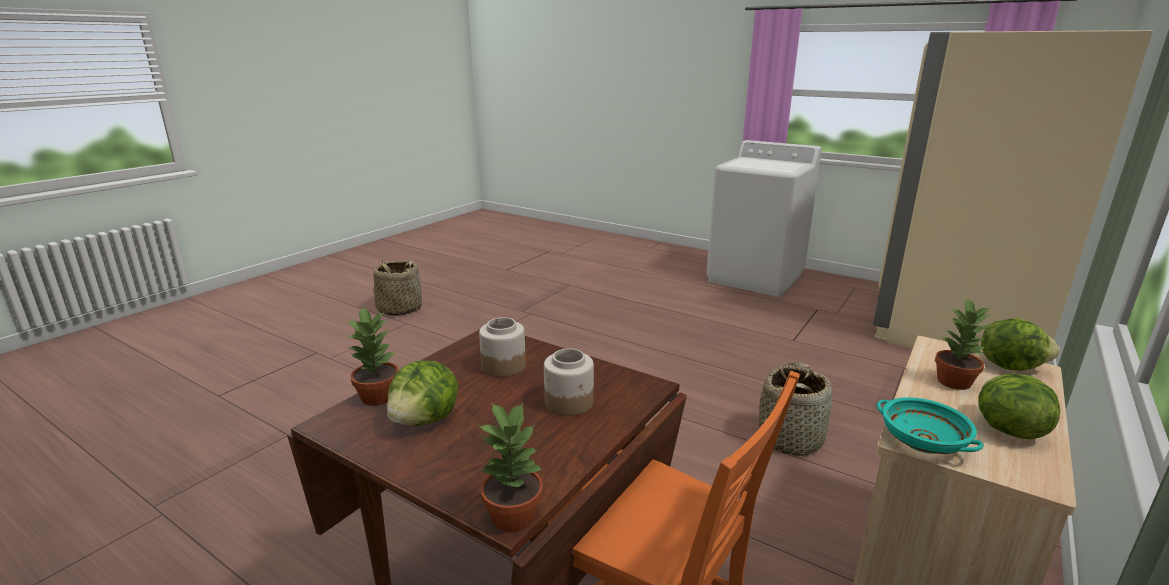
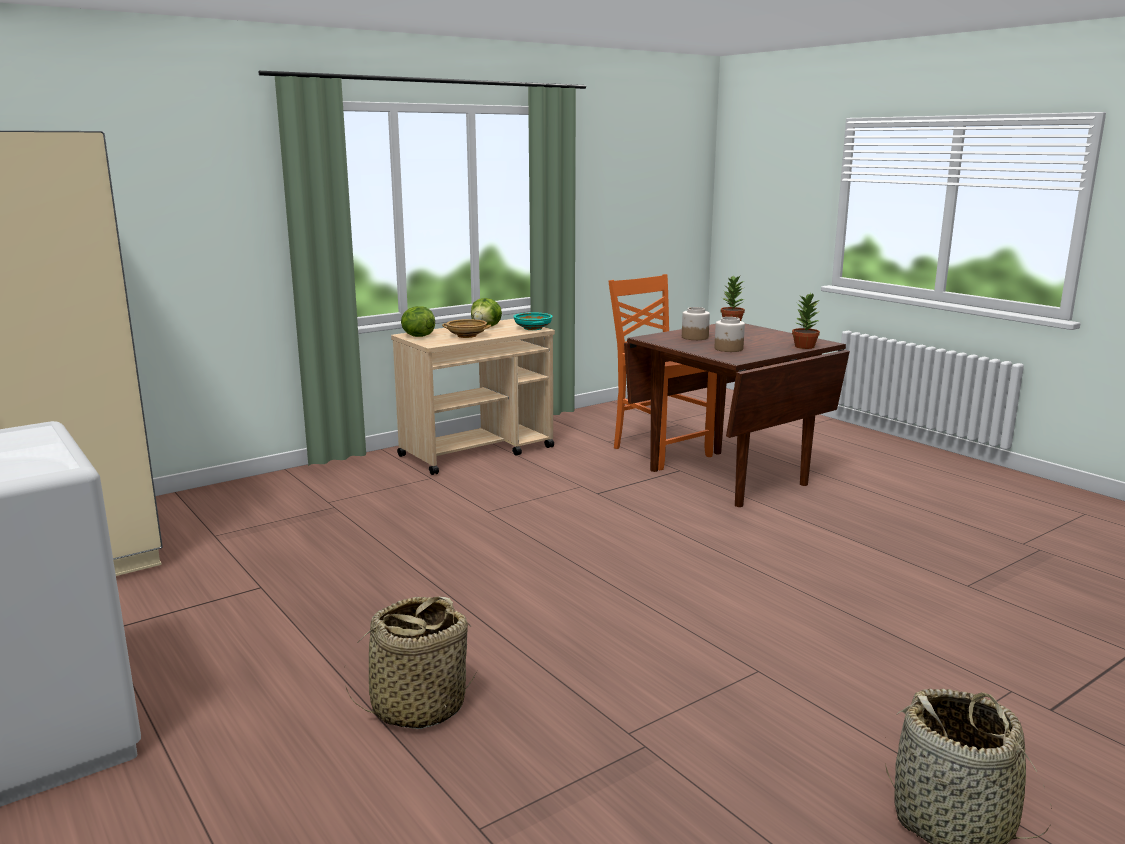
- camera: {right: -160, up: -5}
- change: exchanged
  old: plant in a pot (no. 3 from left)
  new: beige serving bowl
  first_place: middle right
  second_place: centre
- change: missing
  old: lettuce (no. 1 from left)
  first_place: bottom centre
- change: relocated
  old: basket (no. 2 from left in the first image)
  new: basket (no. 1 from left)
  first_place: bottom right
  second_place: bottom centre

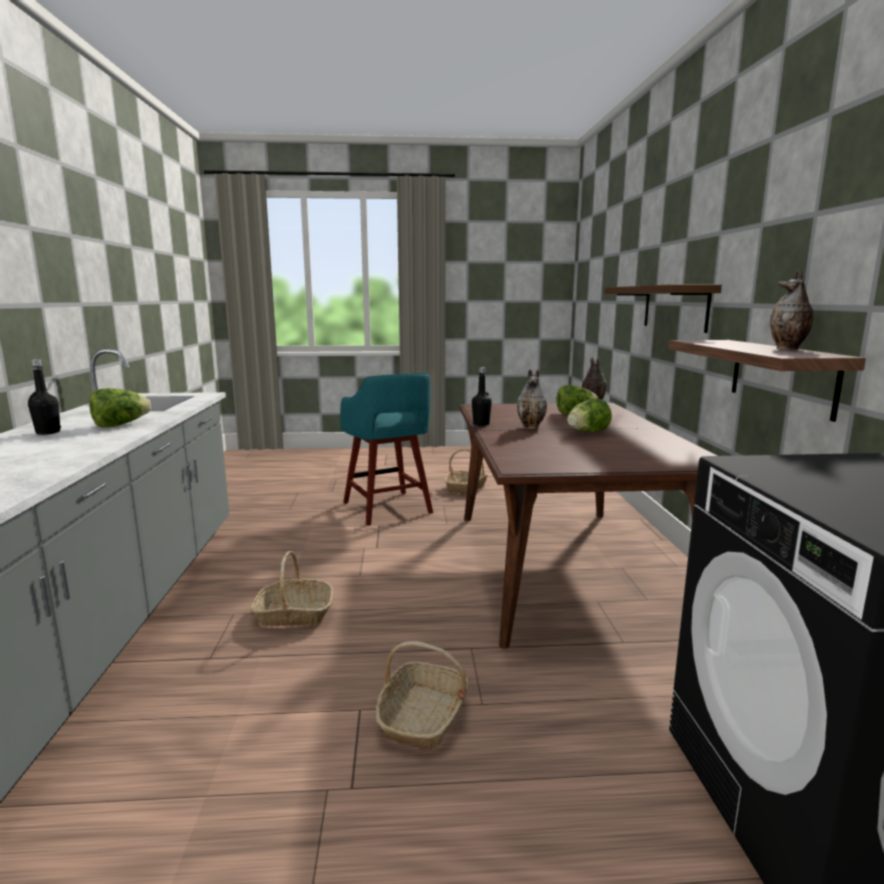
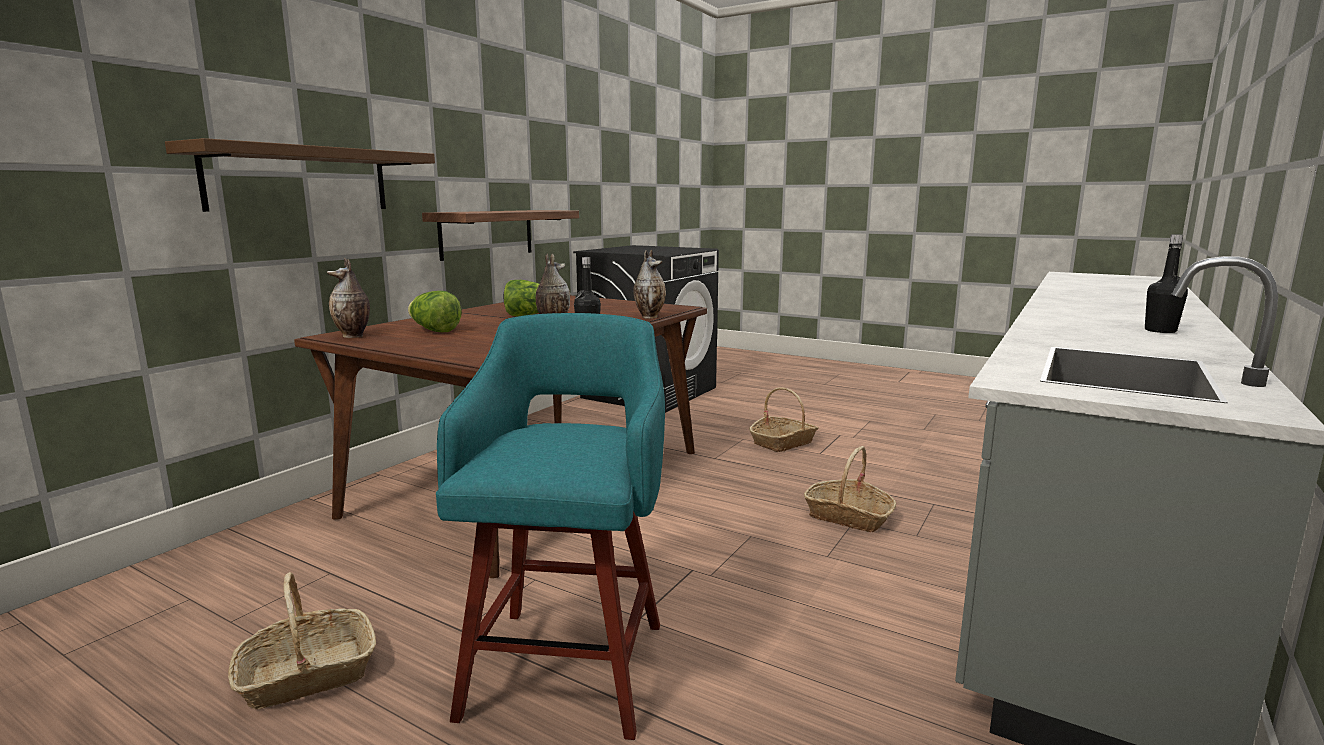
- camera: {right: -145, up: 0}
- change: relocated
  old: vase (no. 3 from left)
  first_place: middle right
  second_place: centre
- change: missing
  old: lettuce (no. 1 from left)
  first_place: middle left

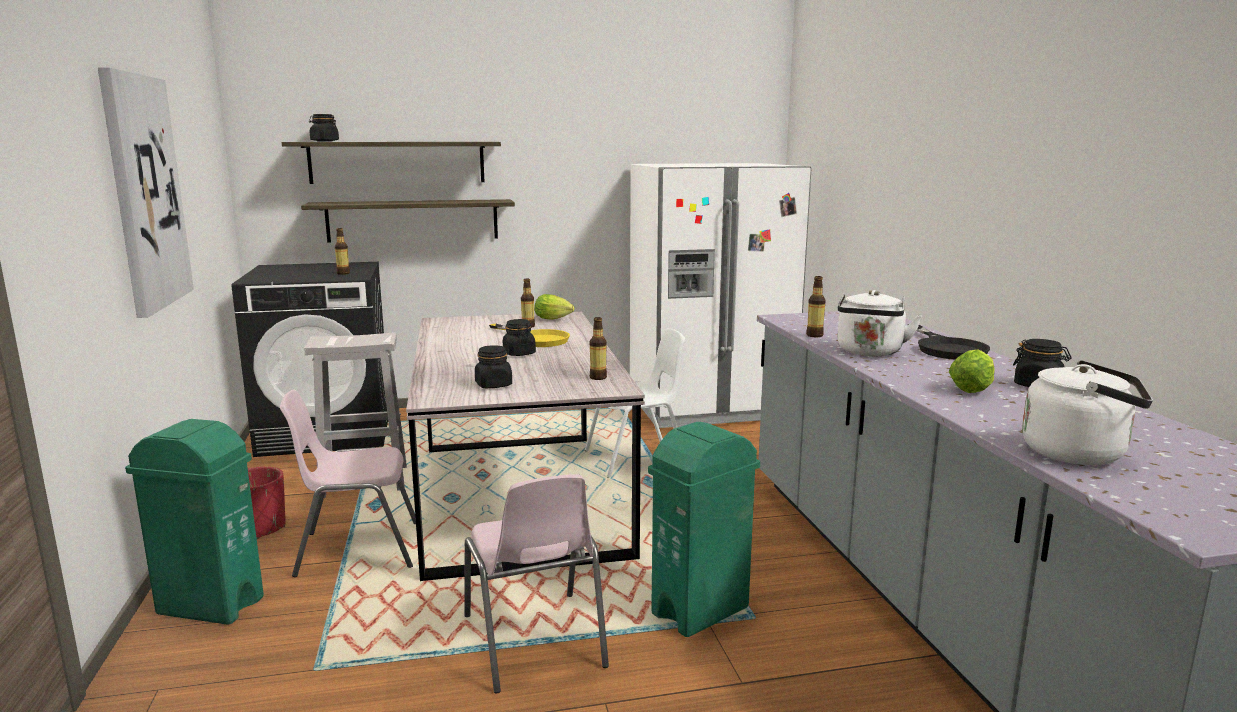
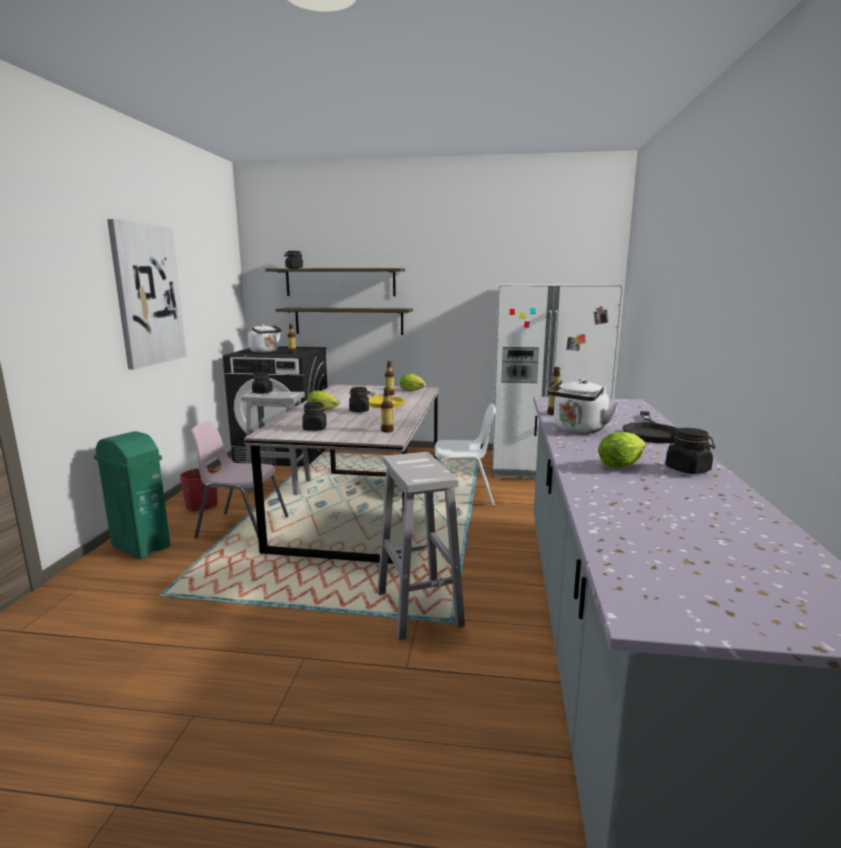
- camera: {right: 20, up: 0}
- change: relocated
  old: white water kettle (no. 2 from left in the first image)
  new: white water kettle (no. 1 from left)
  first_place: middle right
  second_place: middle left
- change: exchanged
  old: greenish waste bin (no. 2 from left)
  new: white stool seat (no. 2 from left)
  first_place: bottom centre
  second_place: centre
- change: missing
  old: pink plain chair (no. 2 from left)
  first_place: bottom centre
- change: appeared
  new: black jar (no. 1 from left)
  second_place: middle left
- change: appeared
  new: lettuce (no. 1 from left)
  second_place: centre

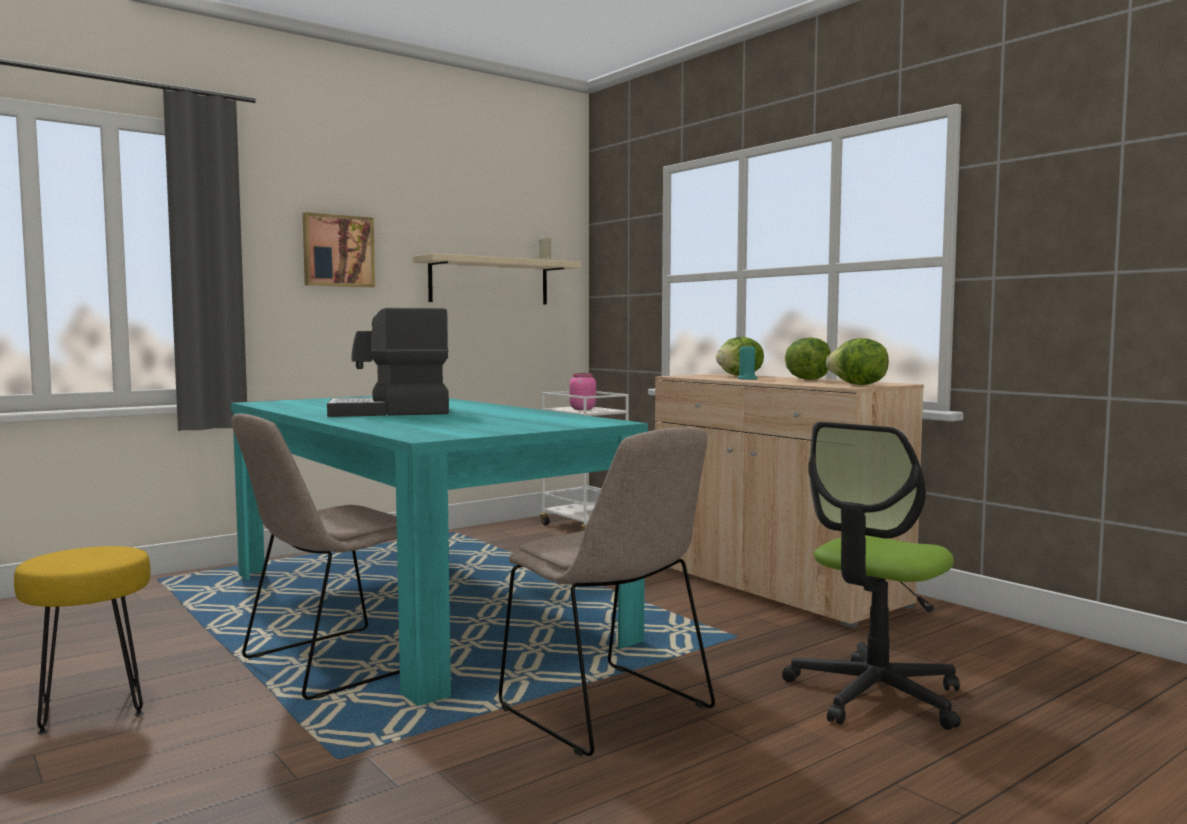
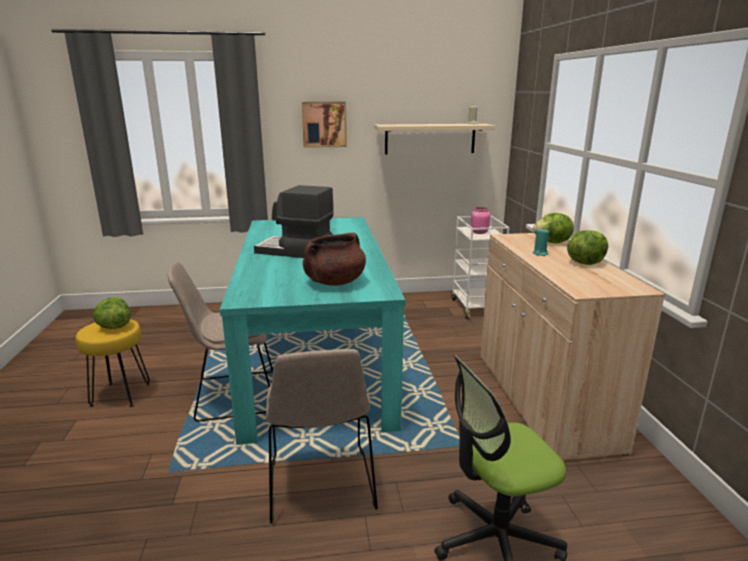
- camera: {right: 30, up: 15}
- change: relocated
  old: lettuce (no. 3 from left in the first image)
  new: lettuce (no. 1 from left)
  first_place: middle right
  second_place: middle left
- change: appeared
  new: brown saucepot
  second_place: centre

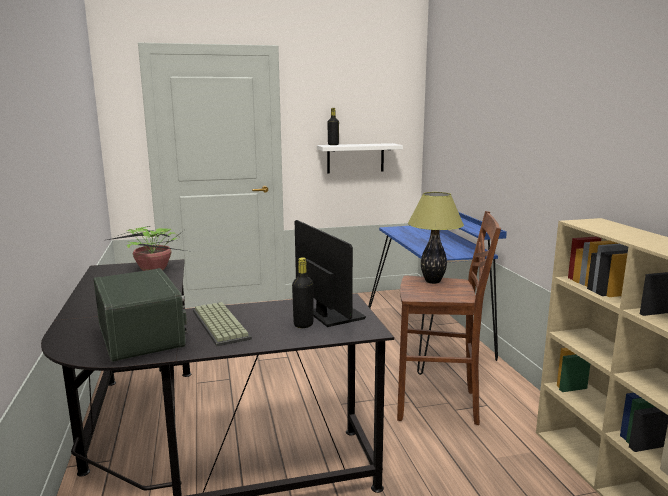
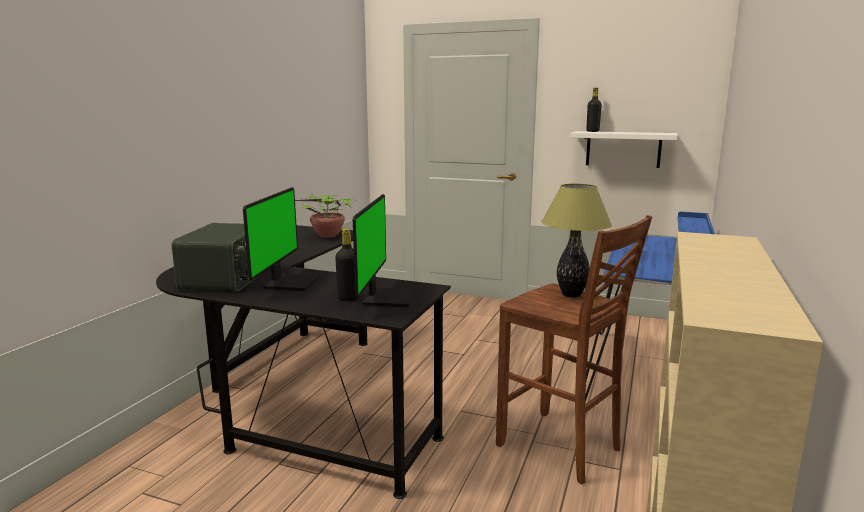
- camera: {right: 35, up: 0}
- change: exchanged
  old: PC keyboard
  new: computer display (no. 1 from left)
  first_place: middle left
  second_place: middle left

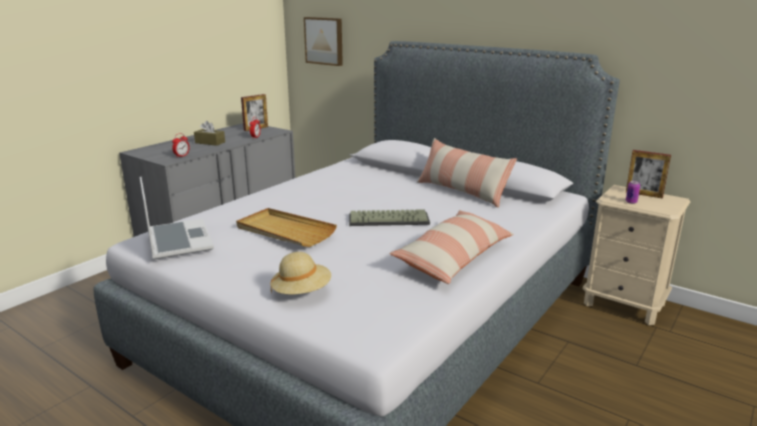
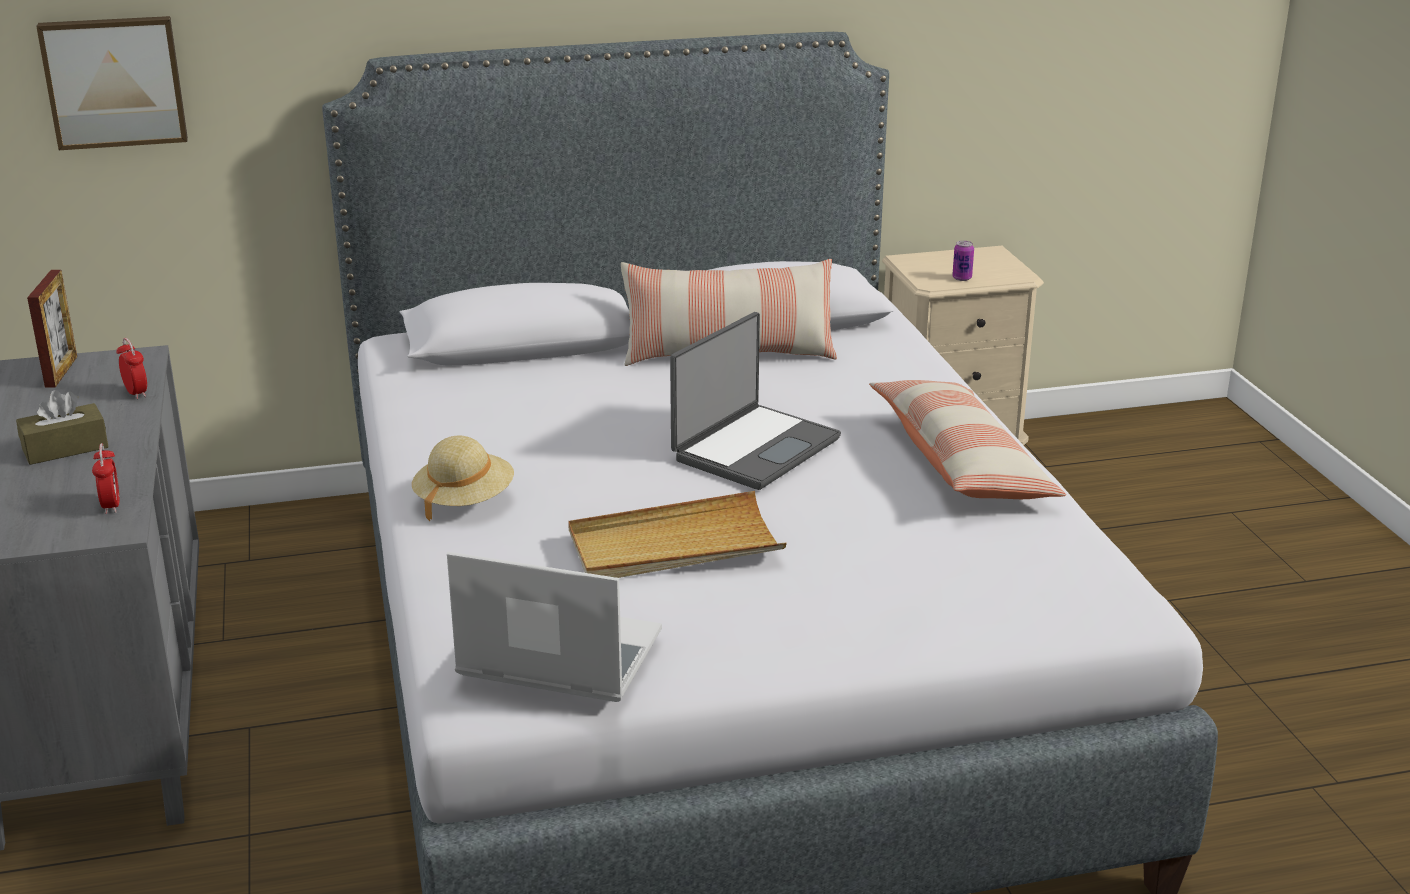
- camera: {right: -50, up: 5}
- change: missing
  old: photo frame (no. 2 from left)
  first_place: middle right
- change: exchanged
  old: PC keyboard
  new: notebook computer (no. 2 from left)
  first_place: centre
  second_place: centre
- change: relocated
  old: beige wearable hat
  first_place: centre
  second_place: middle left

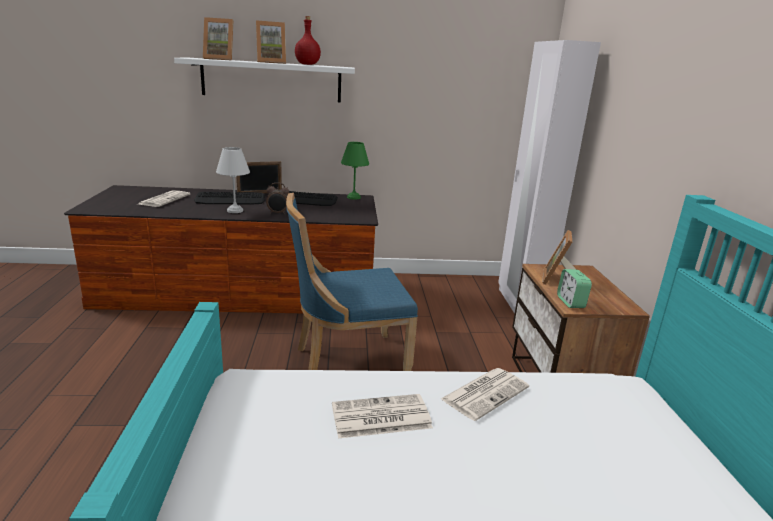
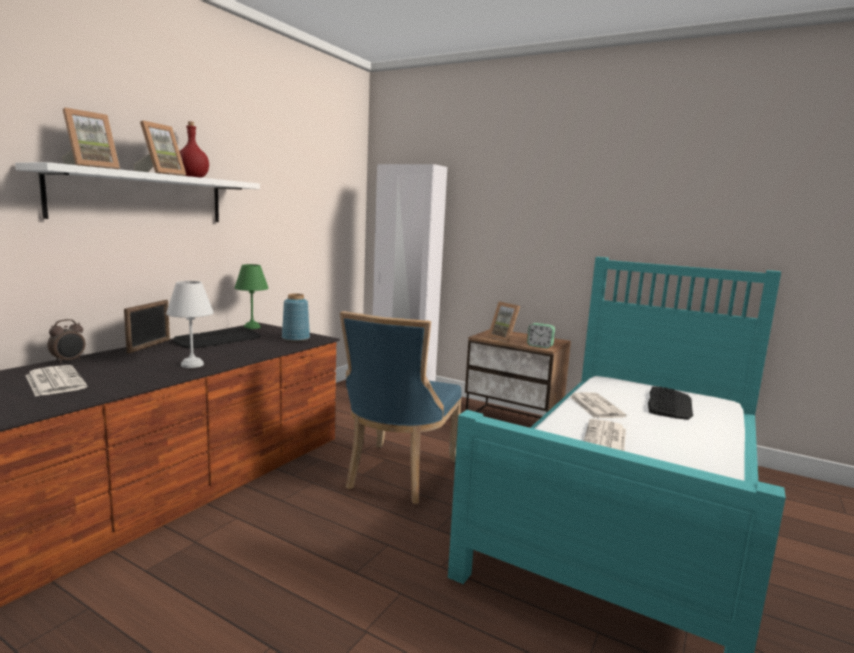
- camera: {right: -55, up: -10}
- change: relocated
  old: table clock (no. 1 from left)
  first_place: centre
  second_place: middle left
- change: relocated
  old: PC keyboard (no. 1 from left in the first image)
  new: PC keyboard (no. 2 from left)
  first_place: middle left
  second_place: middle right
- change: appeared
  new: blue-coloured vase
  second_place: centre

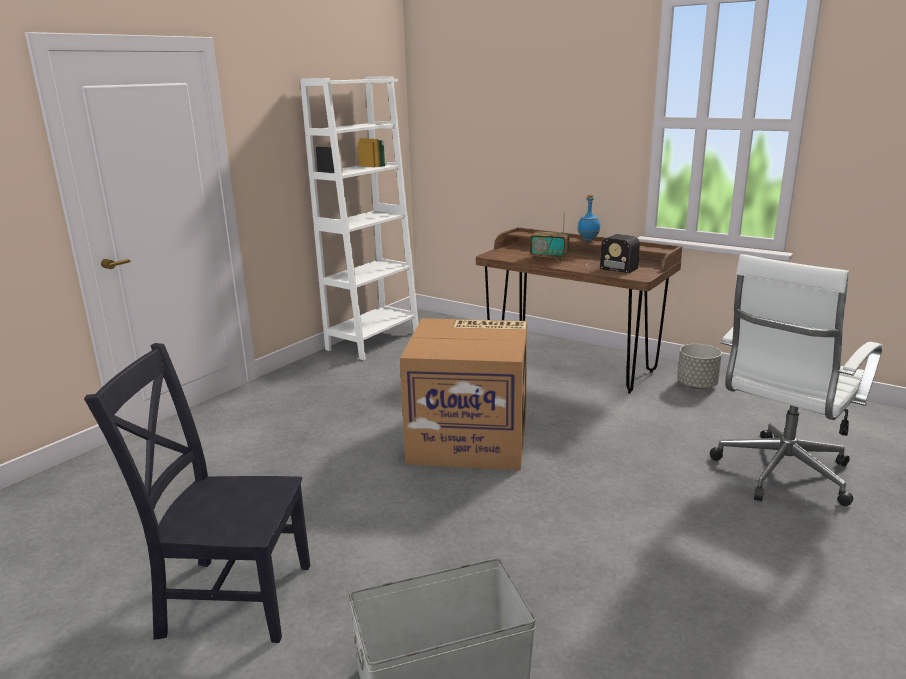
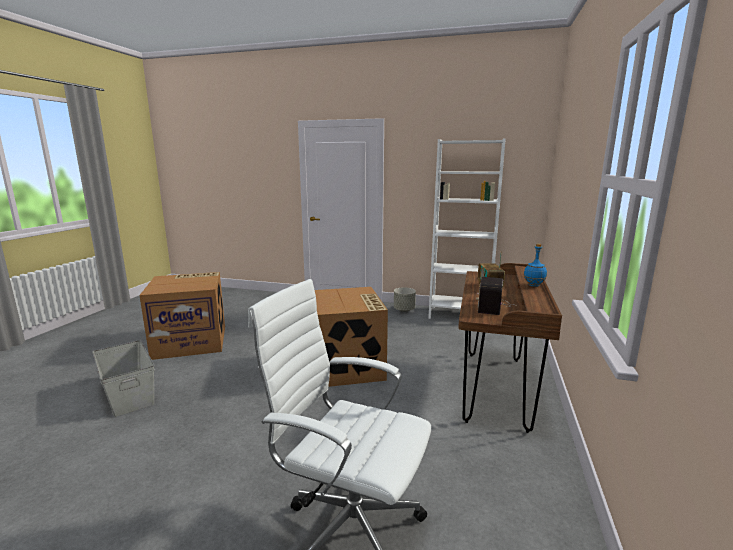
- camera: {right: 70, up: -5}
- change: exchanged
  old: black plain chair
  new: carton (no. 1 from left)
  first_place: bottom left
  second_place: middle left
- change: relocated
  old: gray plant pot
  first_place: middle right
  second_place: centre

